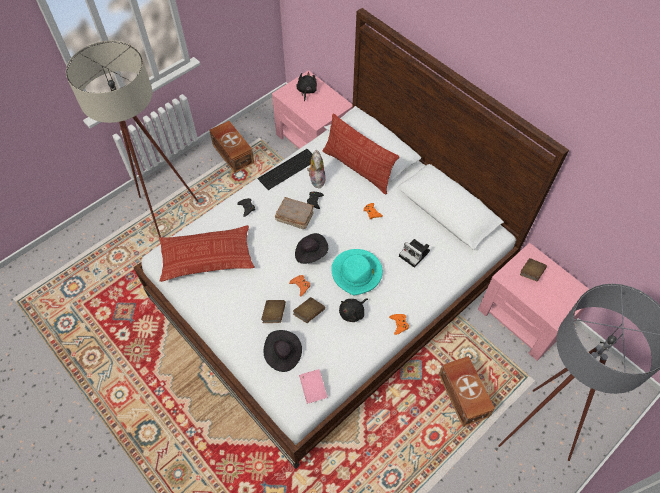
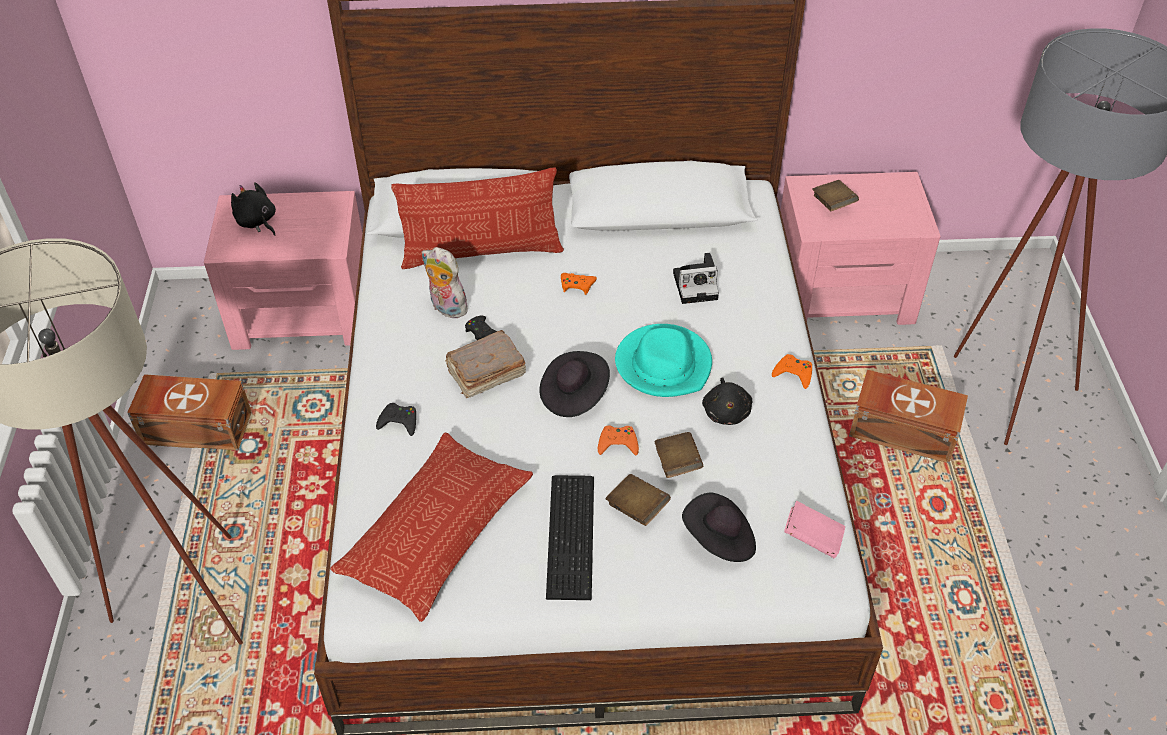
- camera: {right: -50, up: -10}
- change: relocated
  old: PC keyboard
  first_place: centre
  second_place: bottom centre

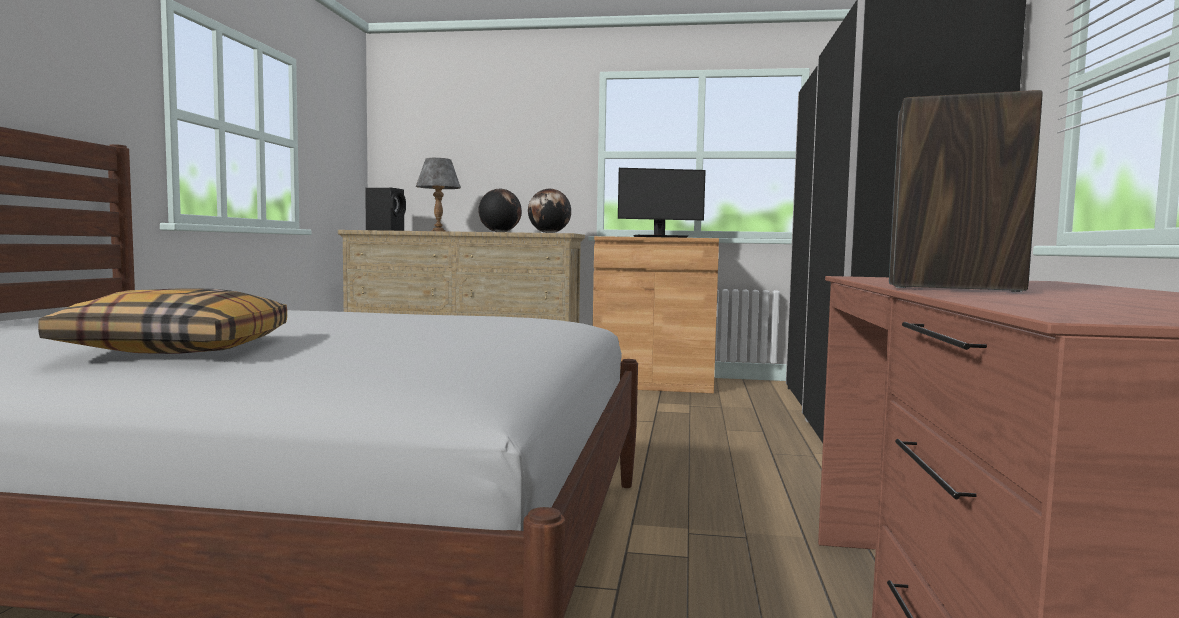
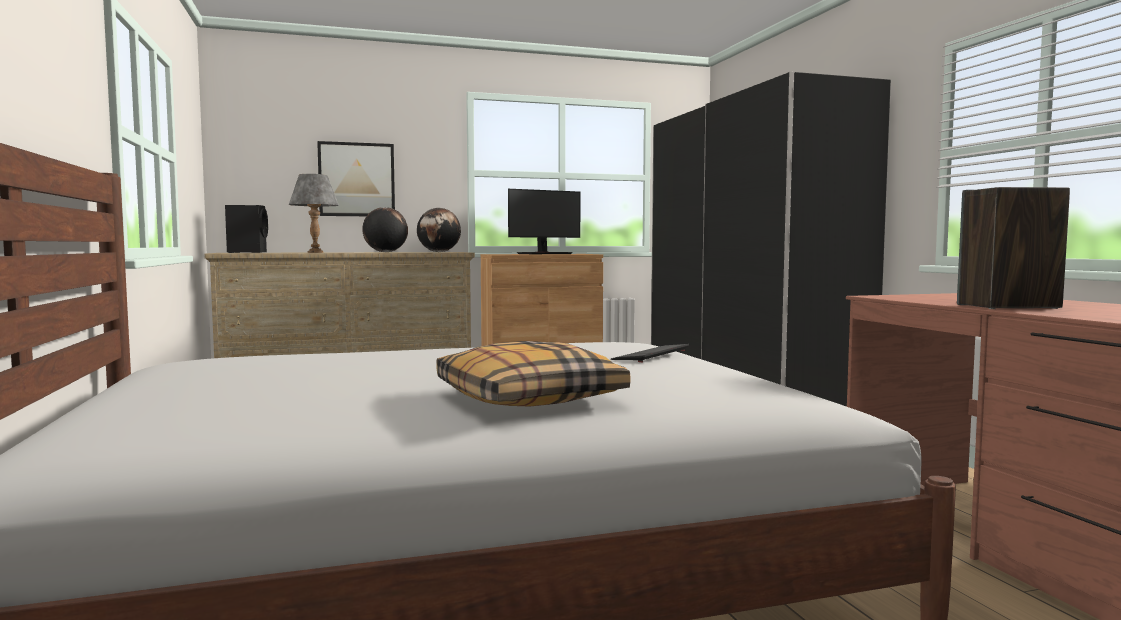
- camera: {right: -25, up: 0}
- change: appeared
  new: wall art
  second_place: top left
- change: appeared
  new: PC keyboard
  second_place: centre

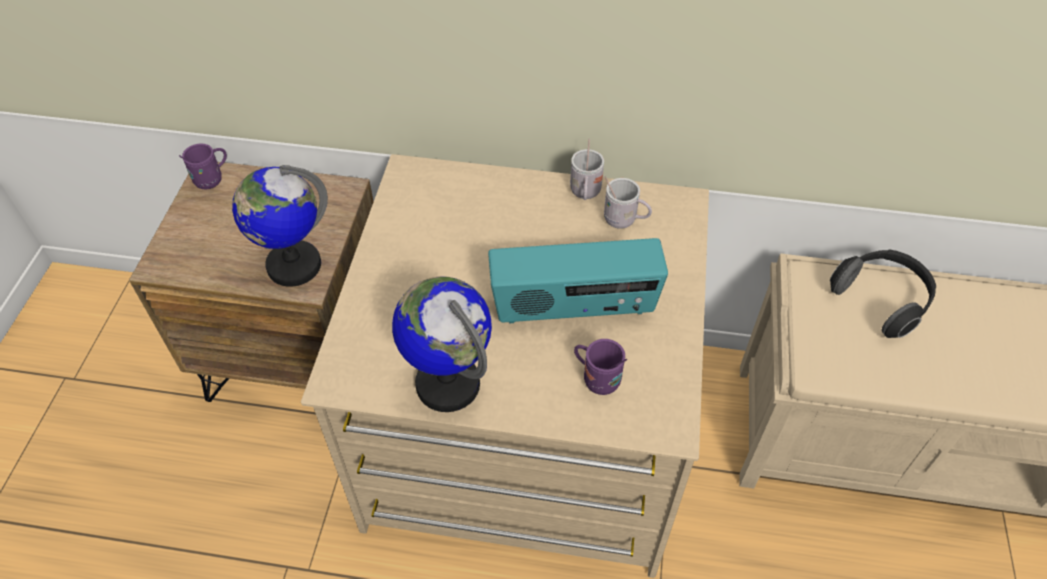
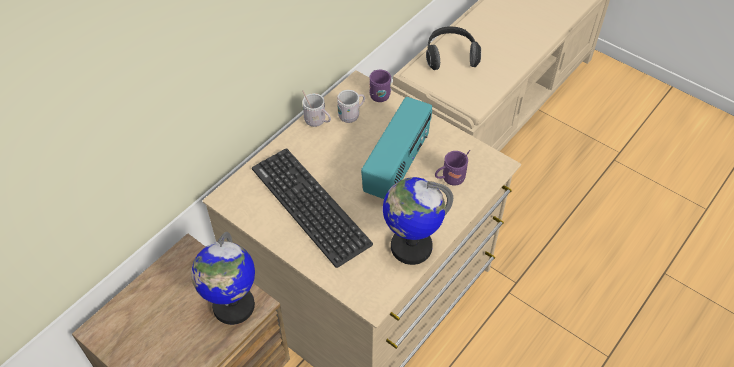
- camera: {right: -60, up: 0}
- change: relocated
  old: purplish coffee mug (no. 1 from left)
  first_place: top left
  second_place: top centre
- change: appeared
  new: PC keyboard
  second_place: centre

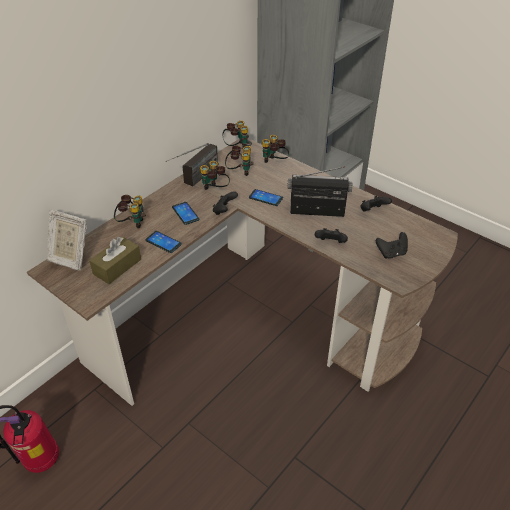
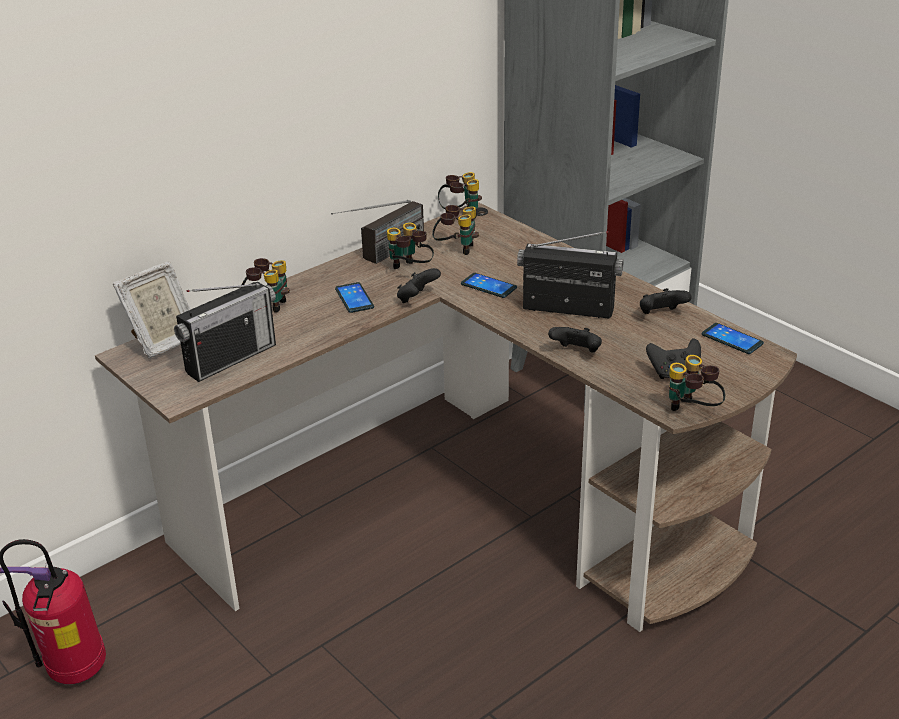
- camera: {right: 10, up: -10}
- change: relocated
  old: field glasses (no. 5 from left)
  first_place: top centre
  second_place: middle right
- change: spun
  old: photo frame
  first_place: middle left
  second_place: middle left
  degrees: -75
- change: relocated
  old: phone (no. 1 from left in the first image)
  new: phone (no. 3 from left)
  first_place: middle left
  second_place: middle right
- change: exchanged
  old: brown box of tissues
  new: radio receiver (no. 1 from left)
  first_place: middle left
  second_place: middle left

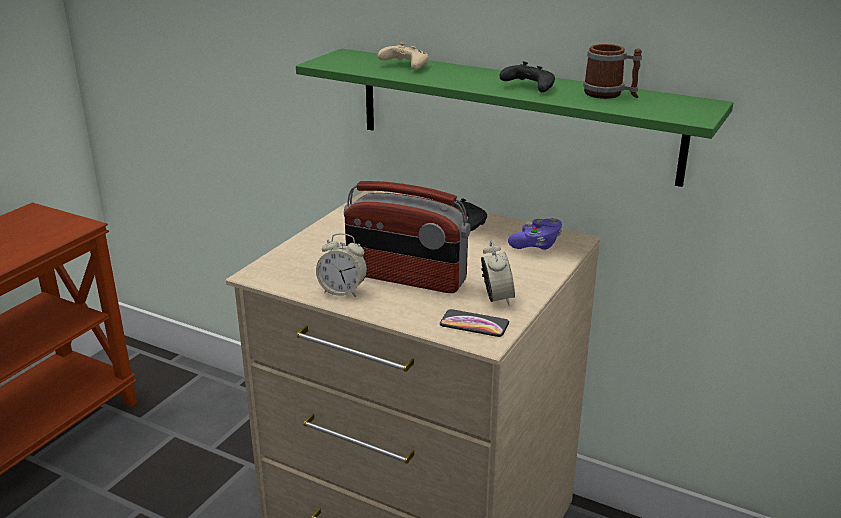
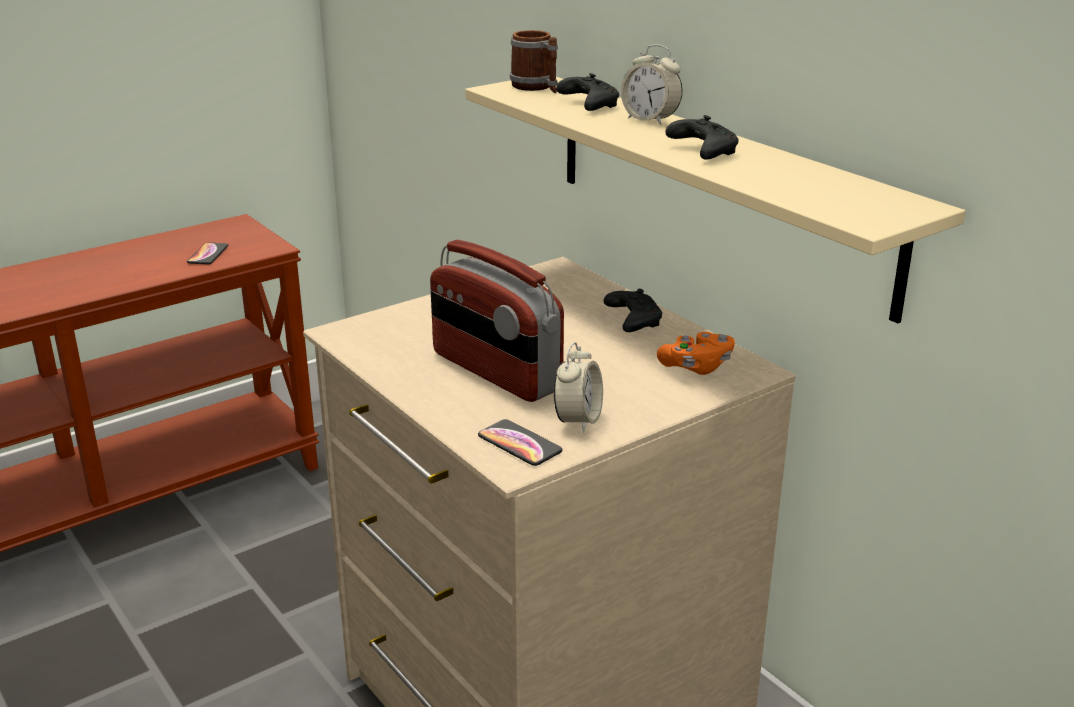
- camera: {right: 25, up: 0}
- change: colour
  old: beige gamepad
  new: black gamepad (no. 1 from left)
  first_place: top centre
  second_place: top centre
- change: relocated
  old: coffee mug
  first_place: top right
  second_place: top centre
- change: colour
  old: greenish shelf
  new: beige shelf
  first_place: top centre
  second_place: top centre
- change: colour
  old: purplish gamepad
  new: orangey gamepad
  first_place: centre
  second_place: centre
- change: relocated
  old: table clock (no. 1 from left in the first image)
  new: table clock (no. 2 from left)
  first_place: centre
  second_place: top centre
- change: appeared
  new: phone (no. 1 from left)
  second_place: middle left

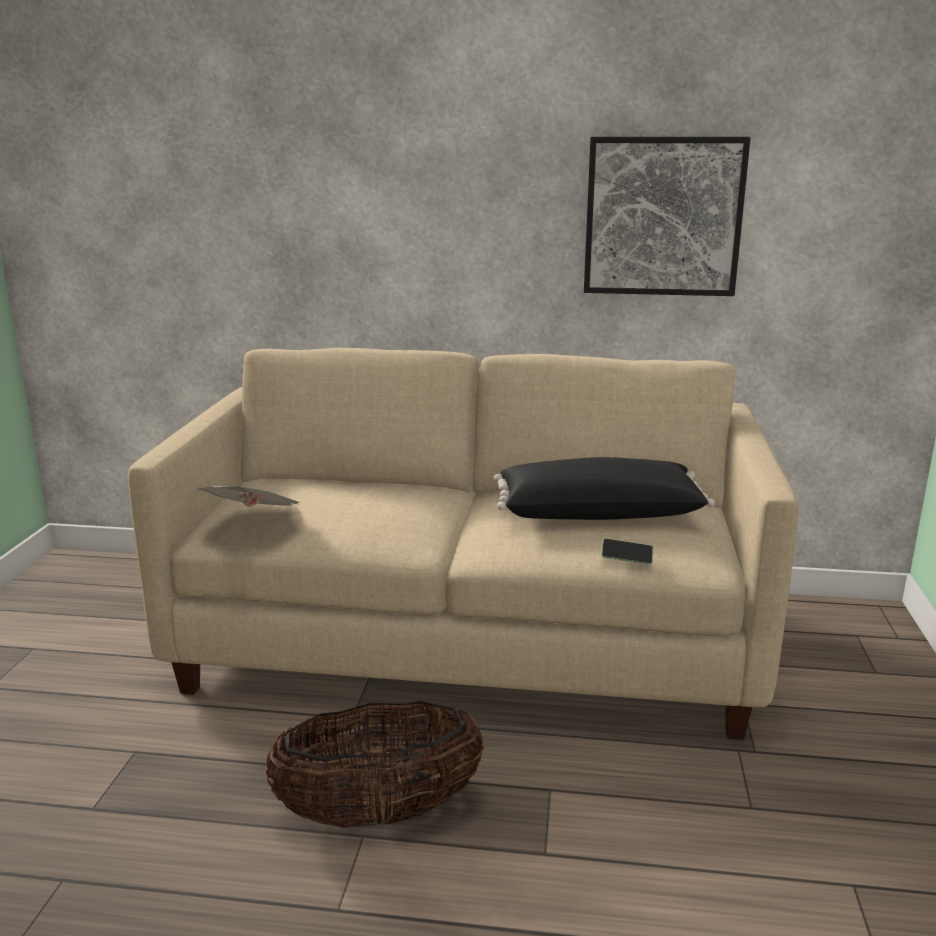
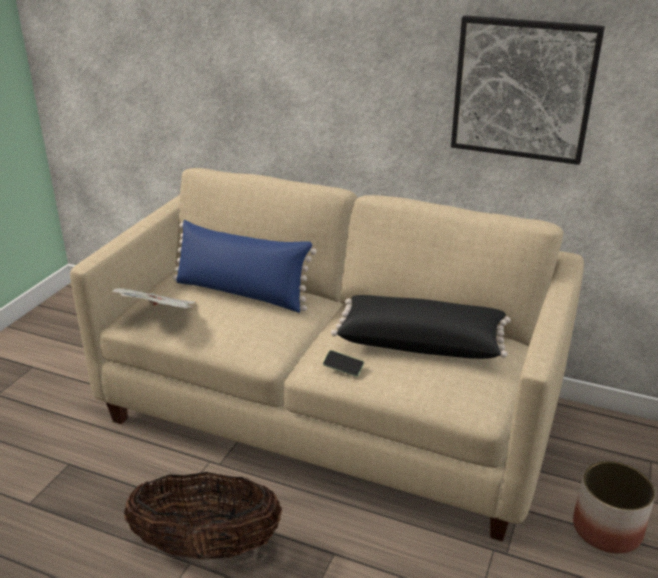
- camera: {right: 15, up: 10}
- change: relocated
  old: phone
  first_place: middle right
  second_place: centre
- change: appeared
  new: blue-coloured throw pillow
  second_place: centre
- change: appeared
  new: plant pot
  second_place: bottom right

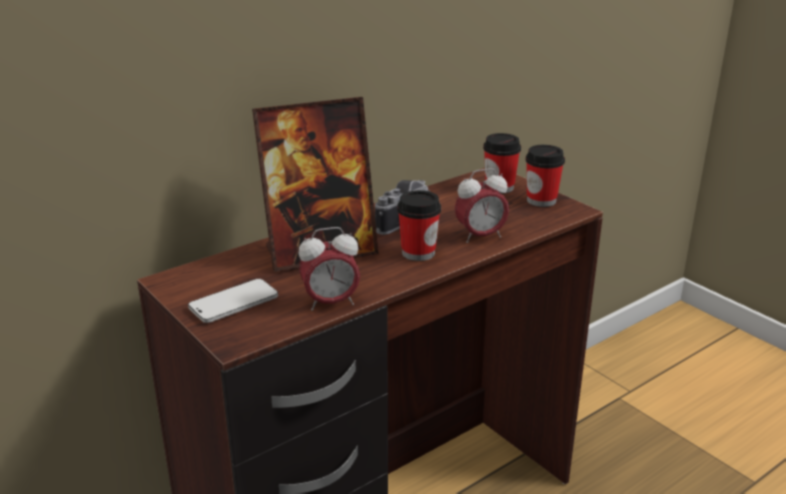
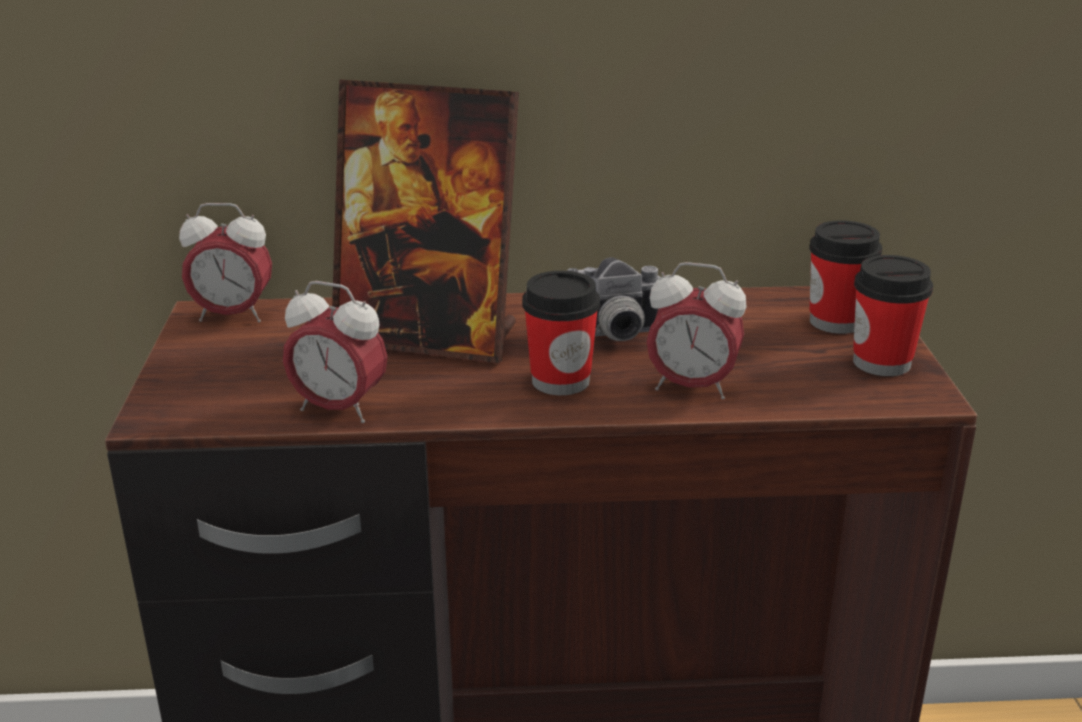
- camera: {right: 35, up: 0}
- change: missing
  old: phone
  first_place: middle left
- change: appeared
  new: table clock (no. 1 from left)
  second_place: middle left

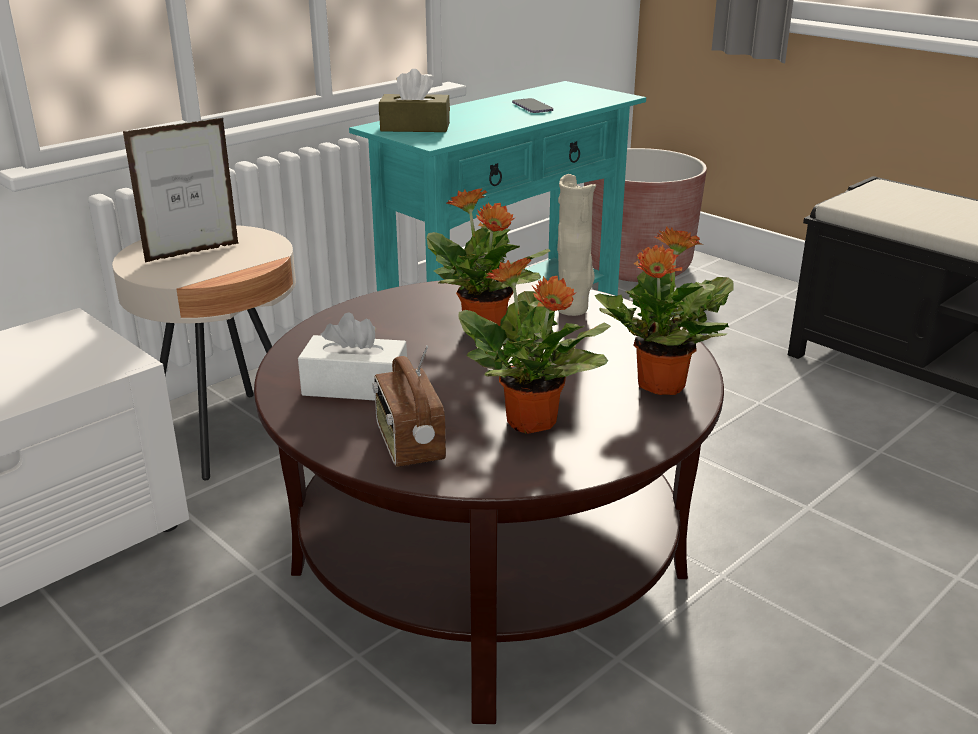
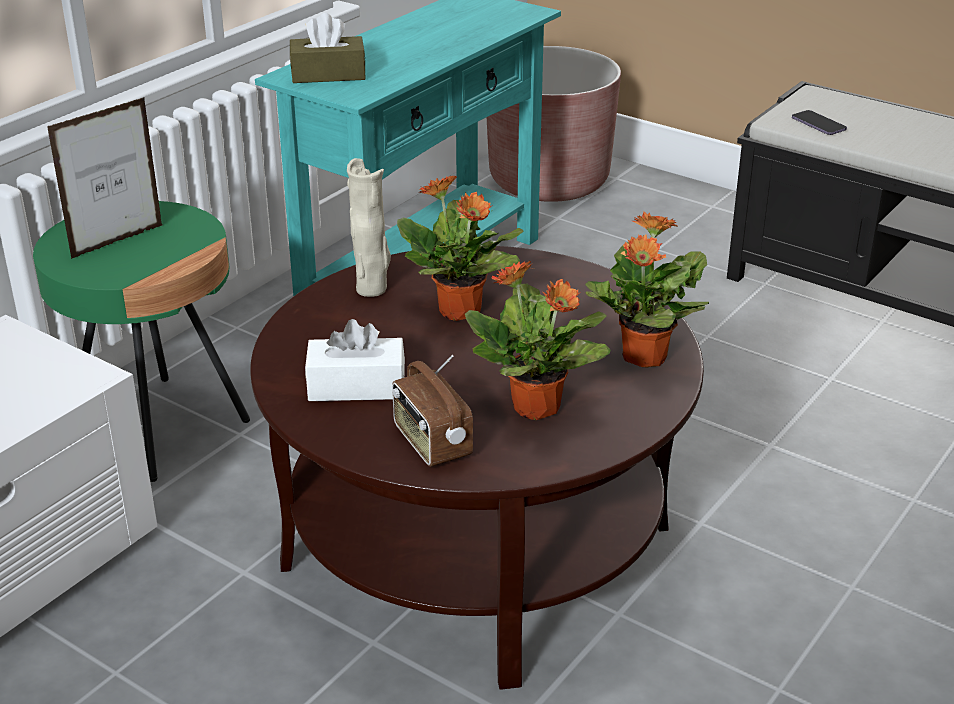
- camera: {right: -10, up: 5}
- change: relocated
  old: phone
  first_place: top centre
  second_place: top right
- change: relocated
  old: beige vase
  first_place: centre
  second_place: top centre
- change: colour
  old: beige side table
  new: greenish side table
  first_place: middle left
  second_place: middle left

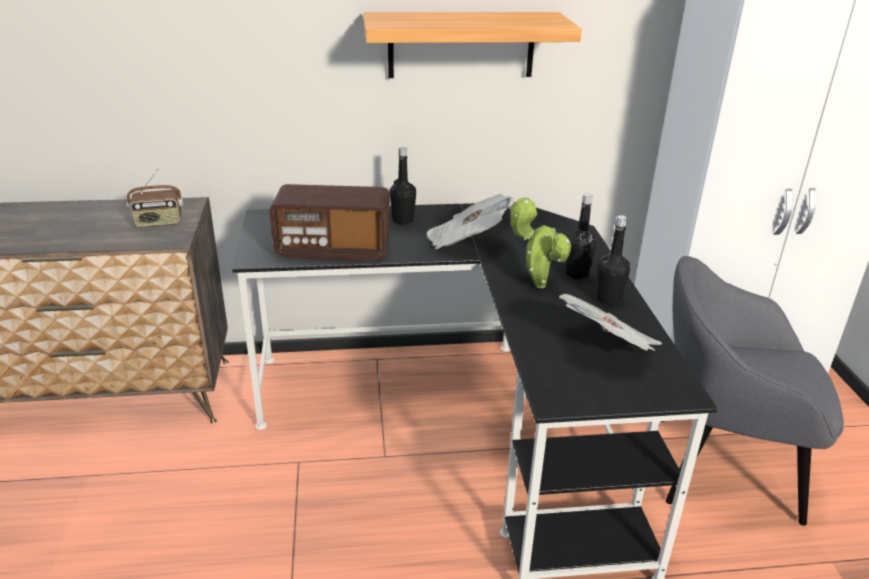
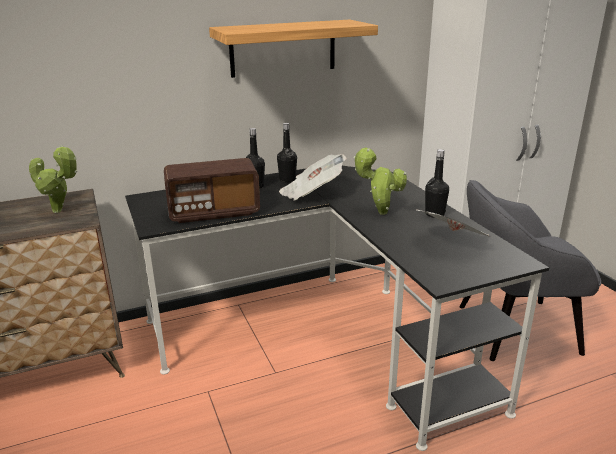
- camera: {right: -15, up: -5}
- change: exchanged
  old: radio receiver (no. 1 from left)
  new: plant in a pot (no. 1 from left)
  first_place: middle left
  second_place: middle left
- change: relocated
  old: black beverage bottle (no. 2 from left)
  first_place: middle right
  second_place: centre

